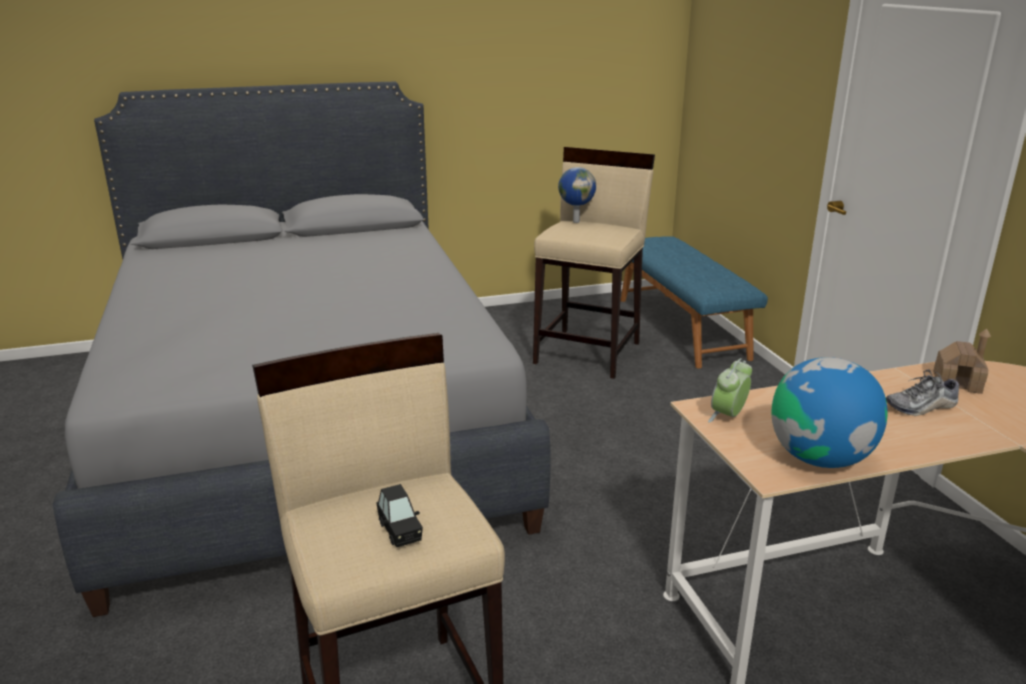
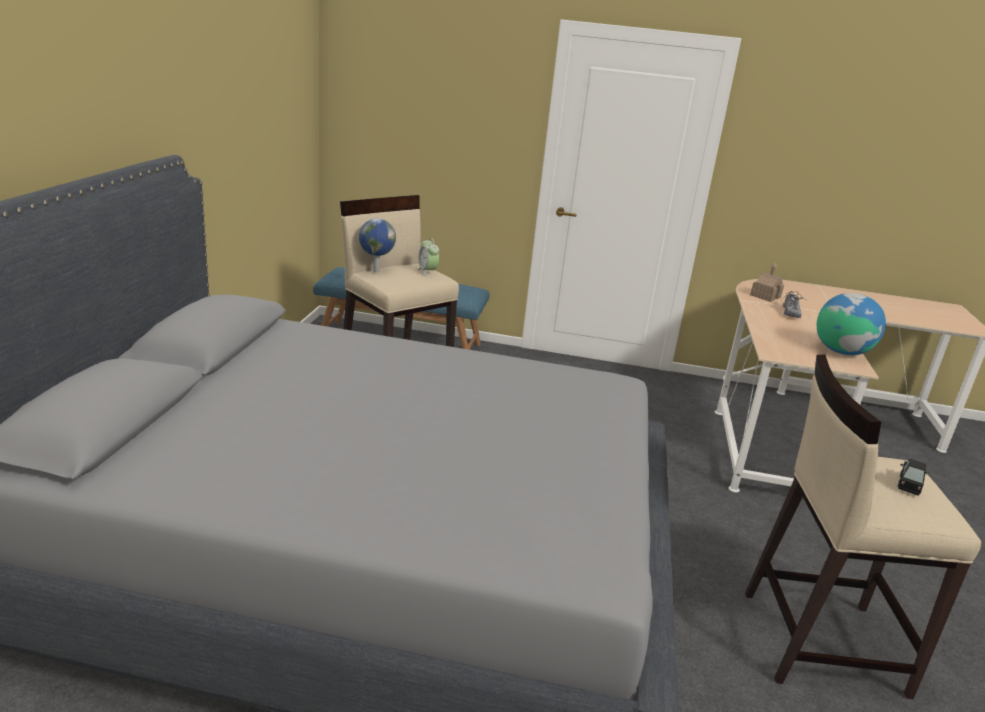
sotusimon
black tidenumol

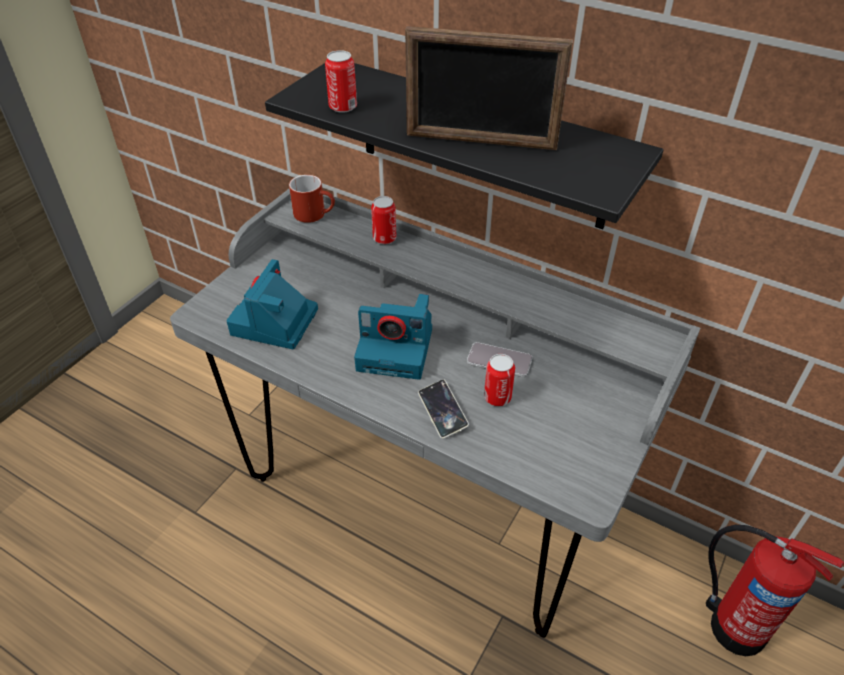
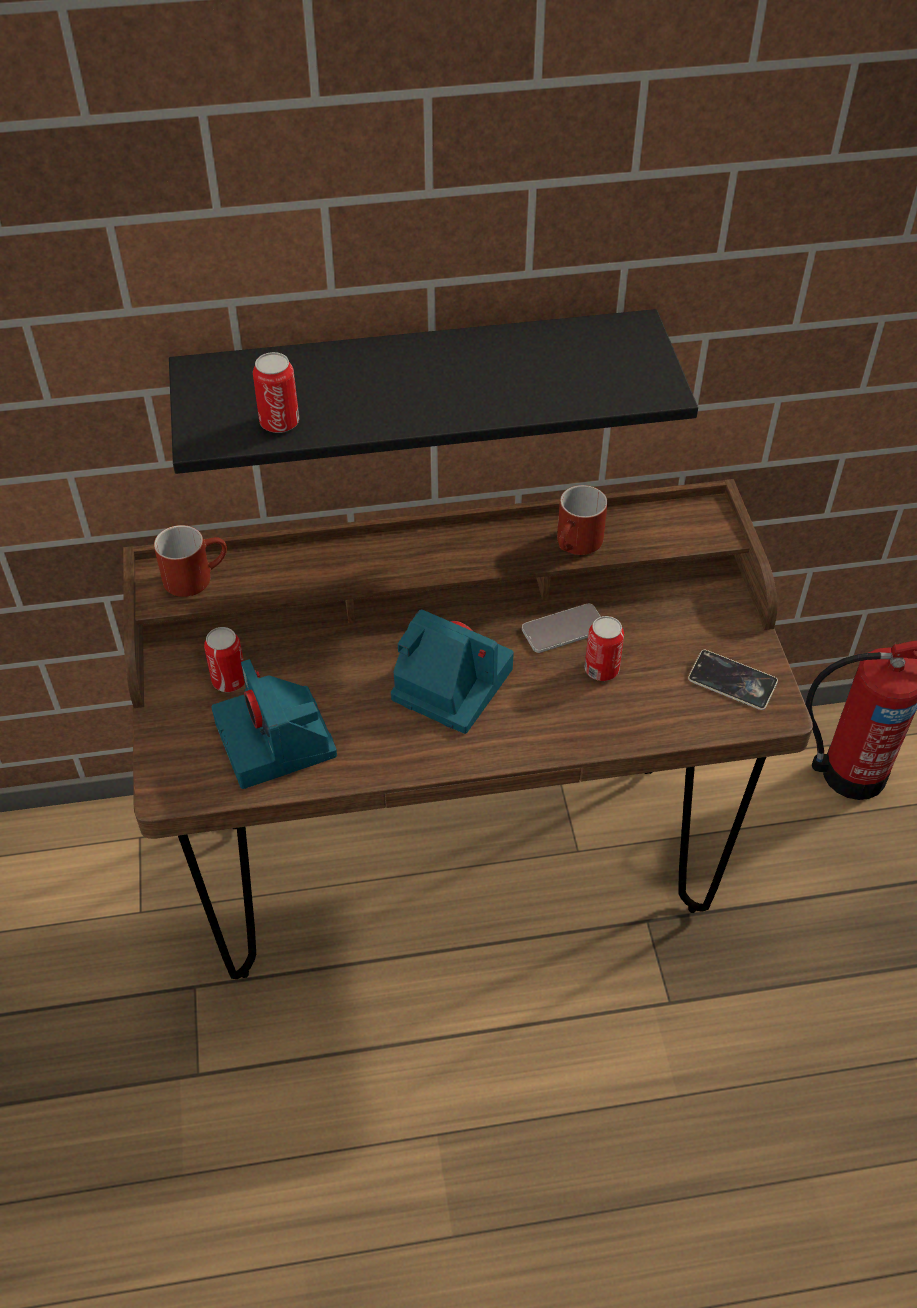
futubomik
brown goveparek
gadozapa (1st from left)
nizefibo (2nd from left)
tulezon (2nd from left)
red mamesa (2nd from left)

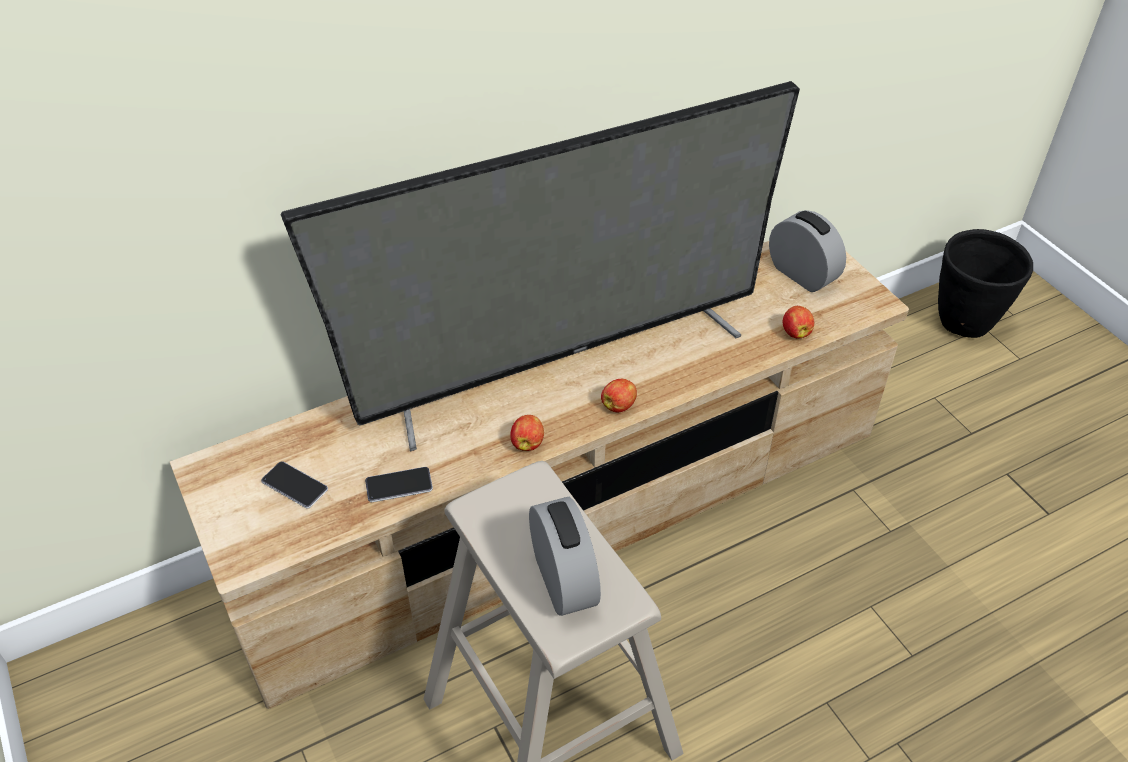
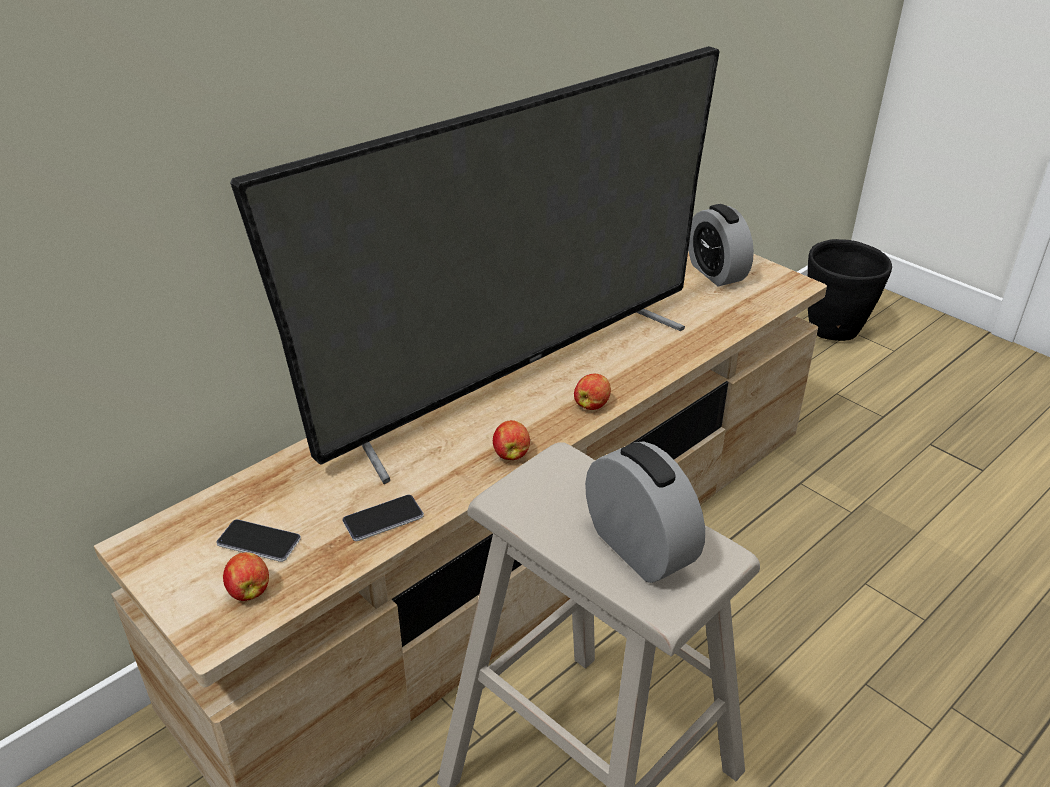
sotusimon (2nd from left)
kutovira (1st from left)

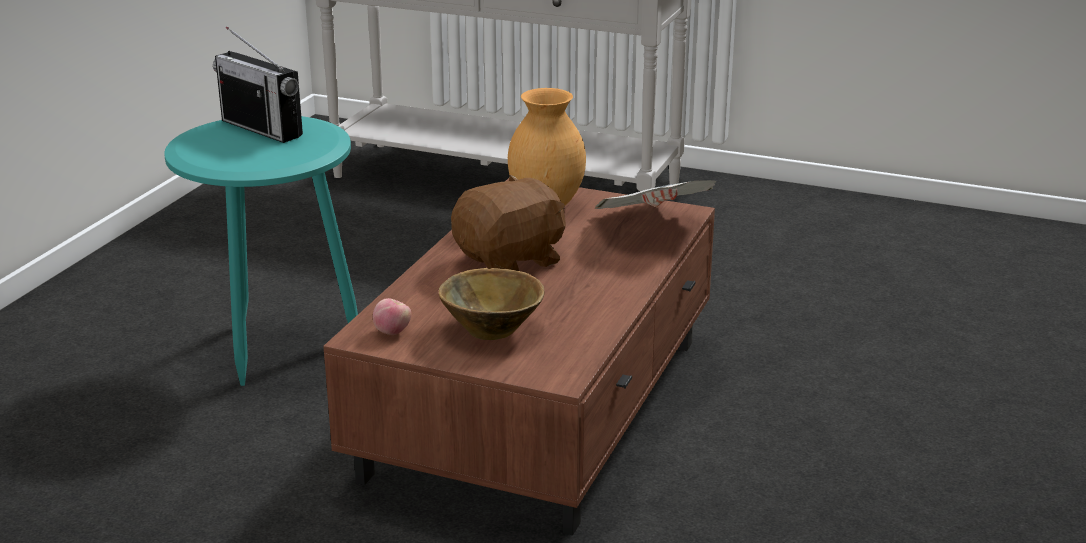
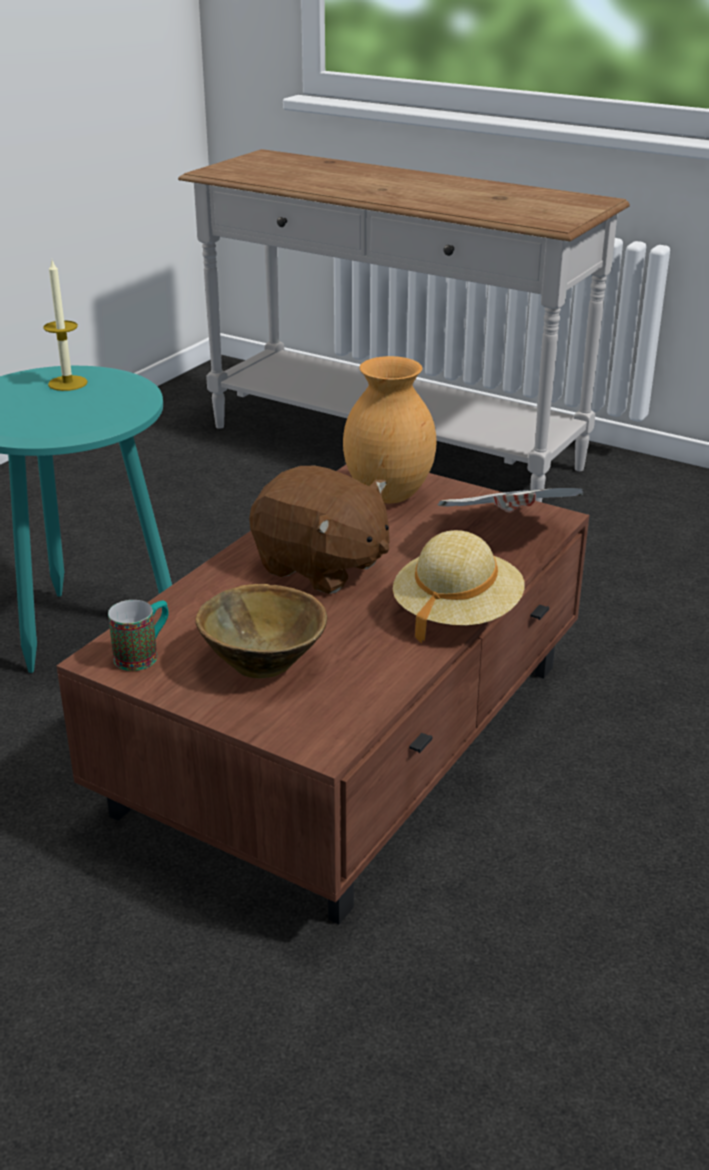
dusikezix
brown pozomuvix
mamesa
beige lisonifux

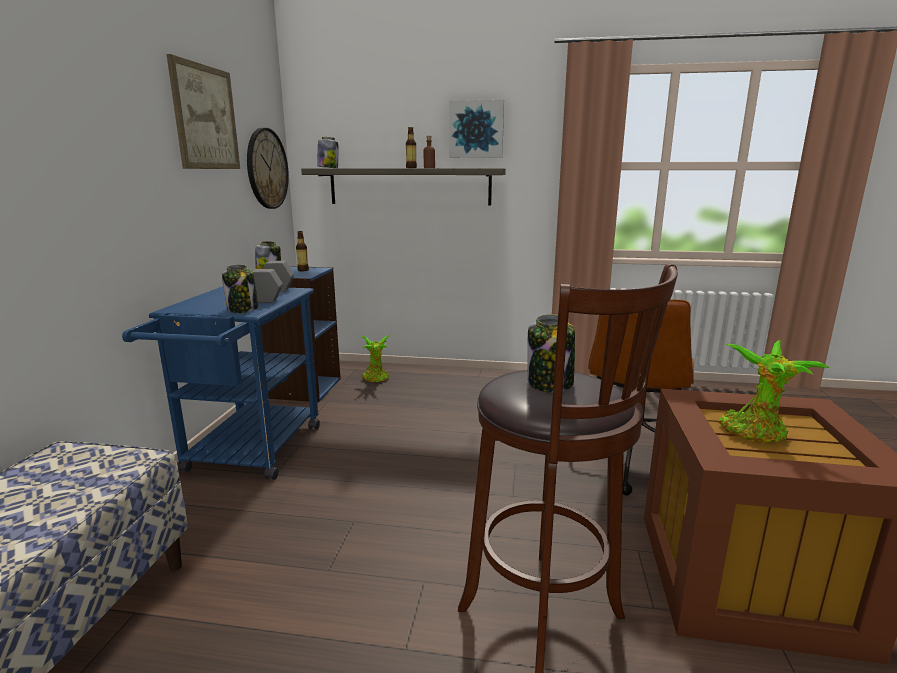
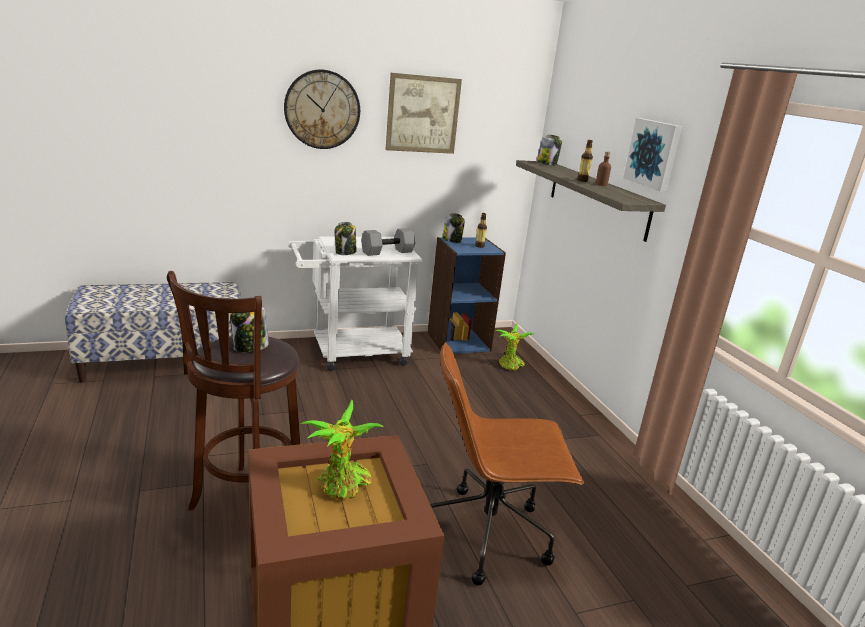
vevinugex
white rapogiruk

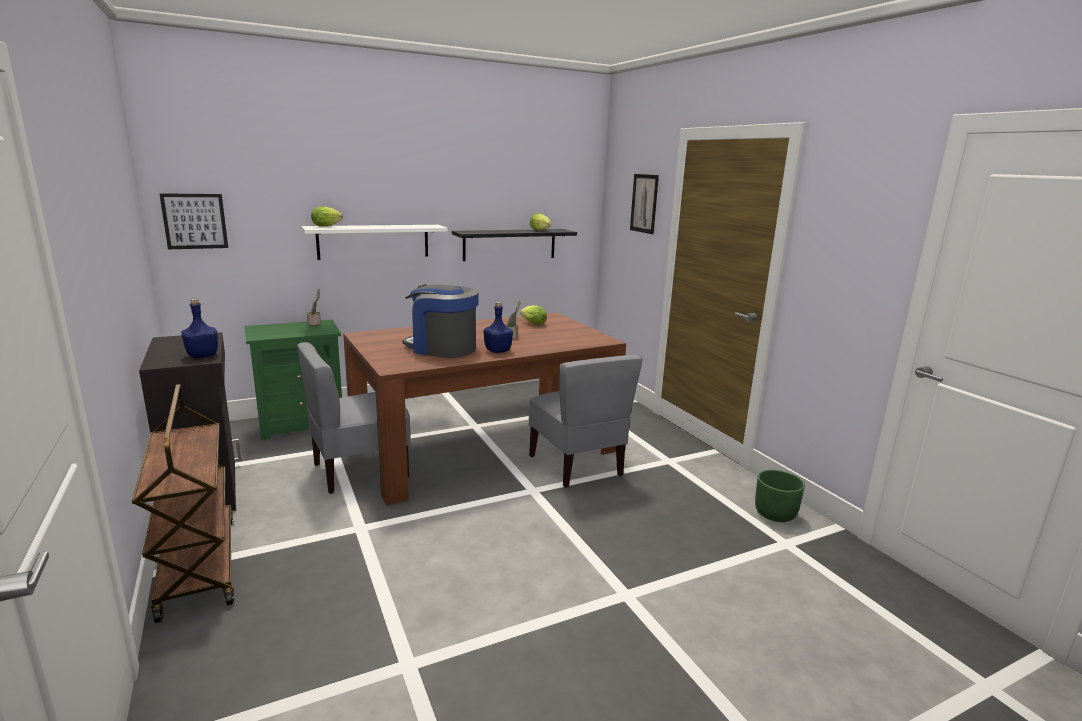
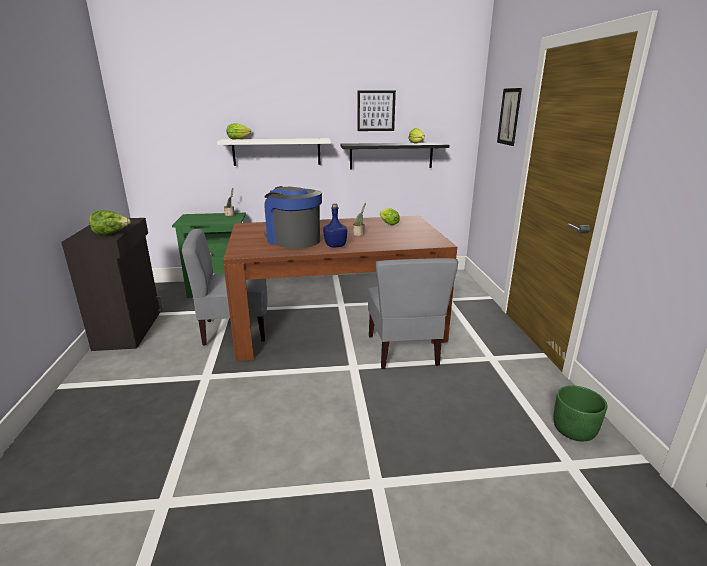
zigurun (1st from left)
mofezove (1st from left)
brown rapogiruk

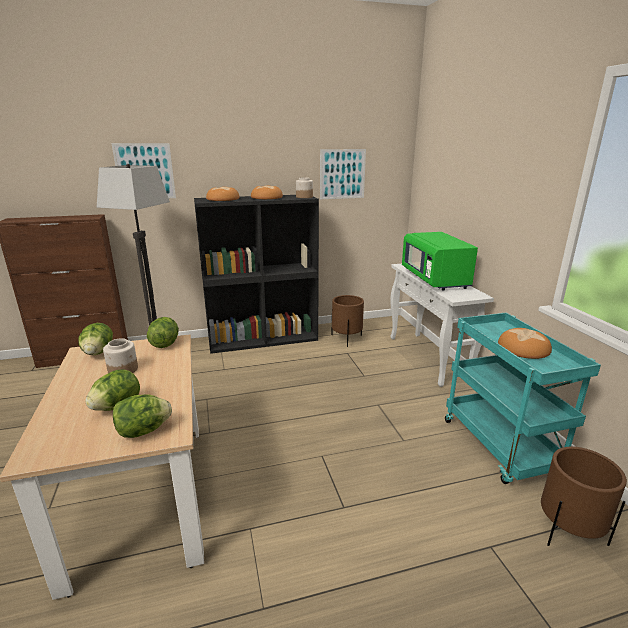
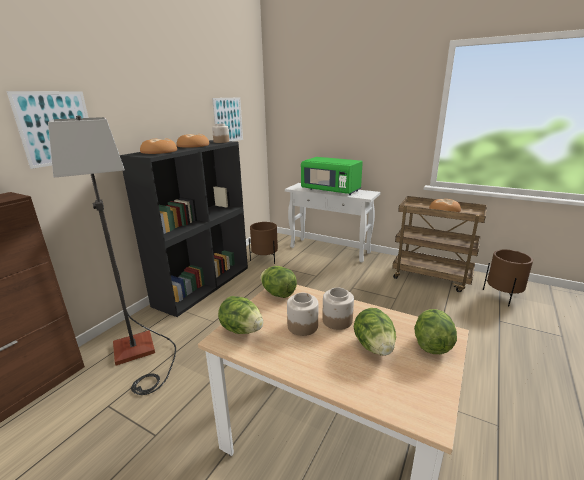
brown rapogiruk
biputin (3rd from left)

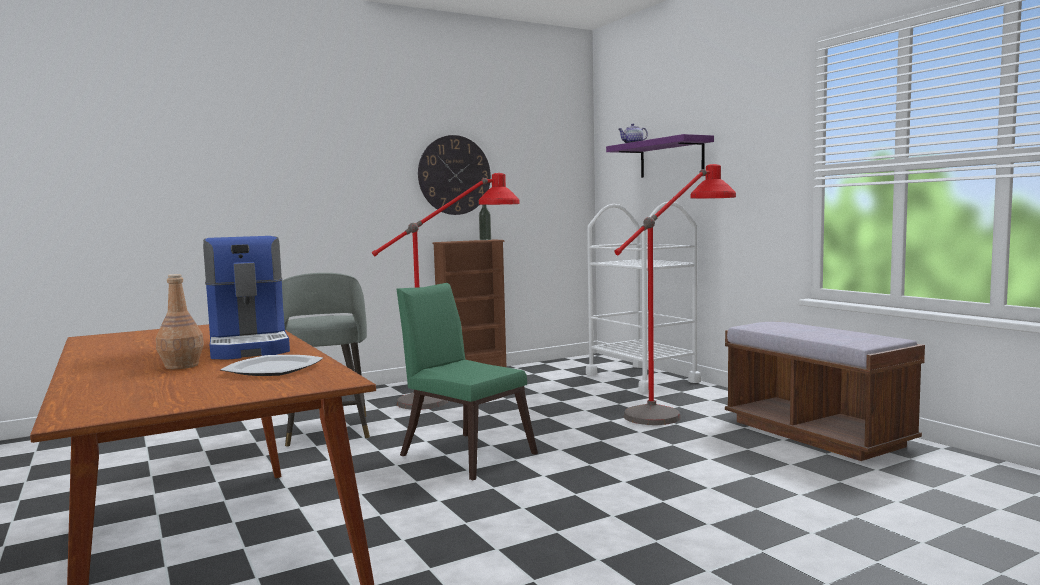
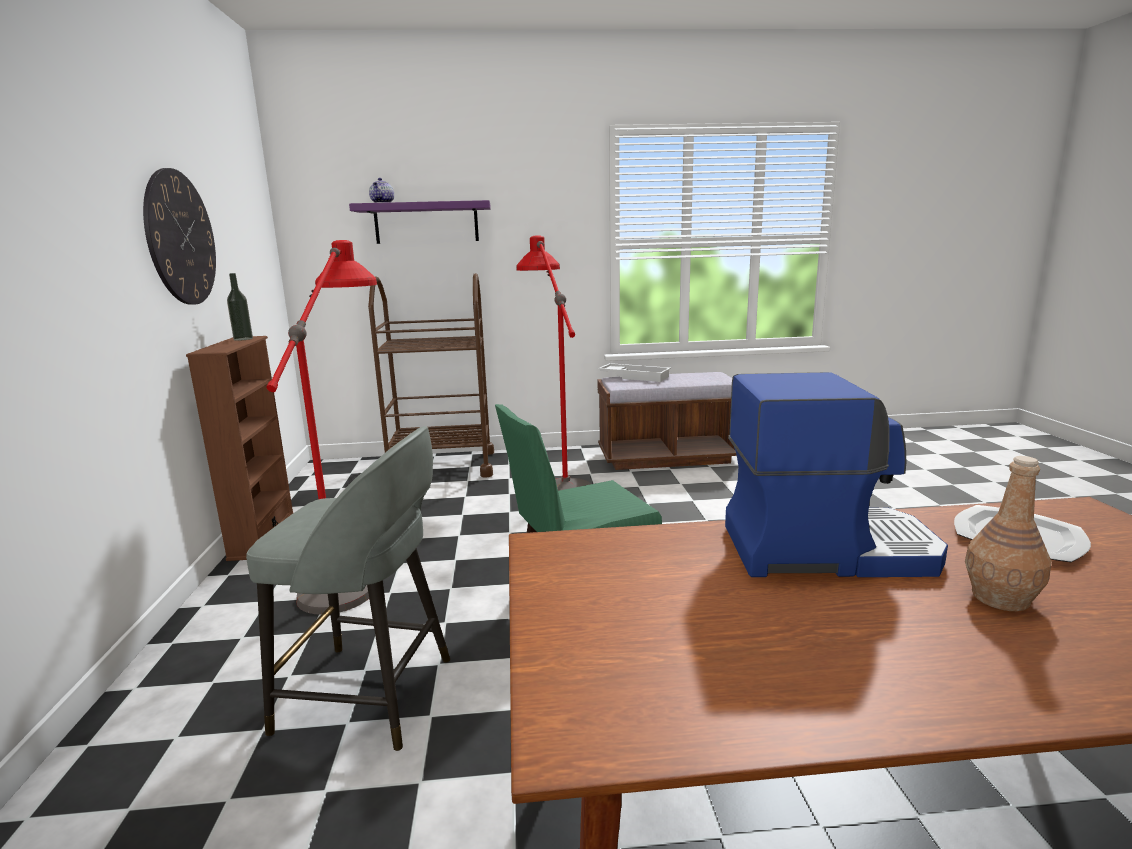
brown rapogiruk
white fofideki

